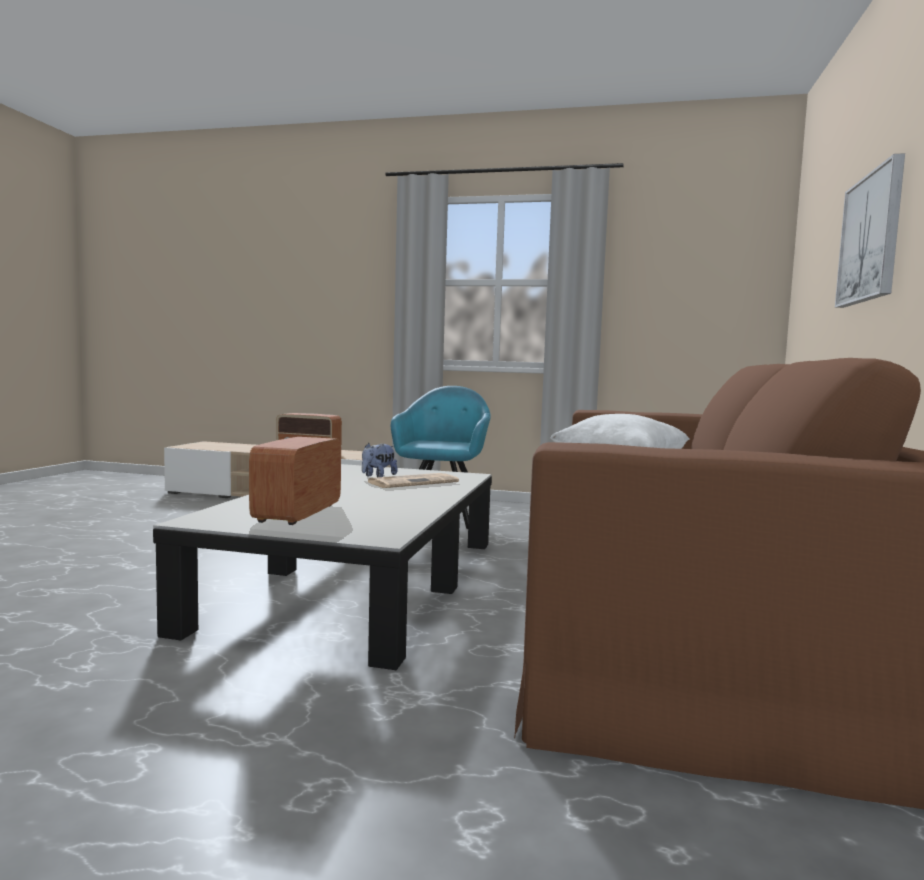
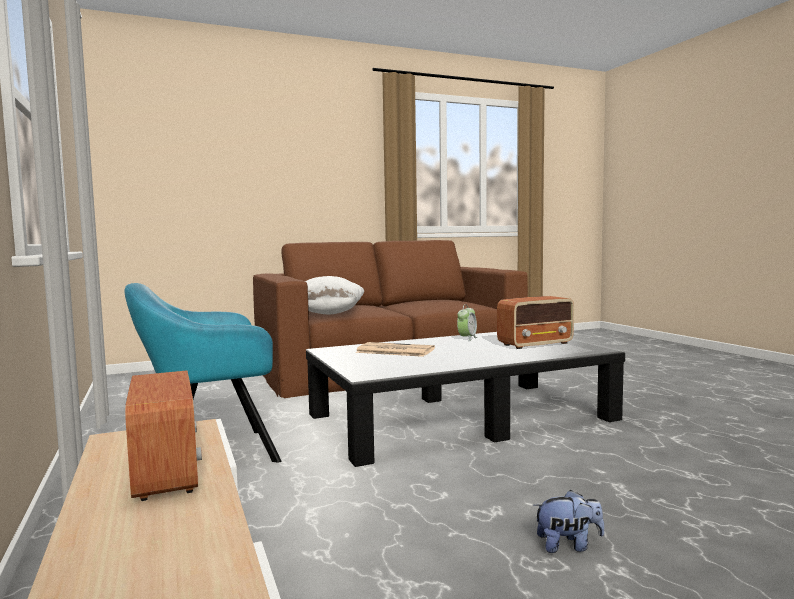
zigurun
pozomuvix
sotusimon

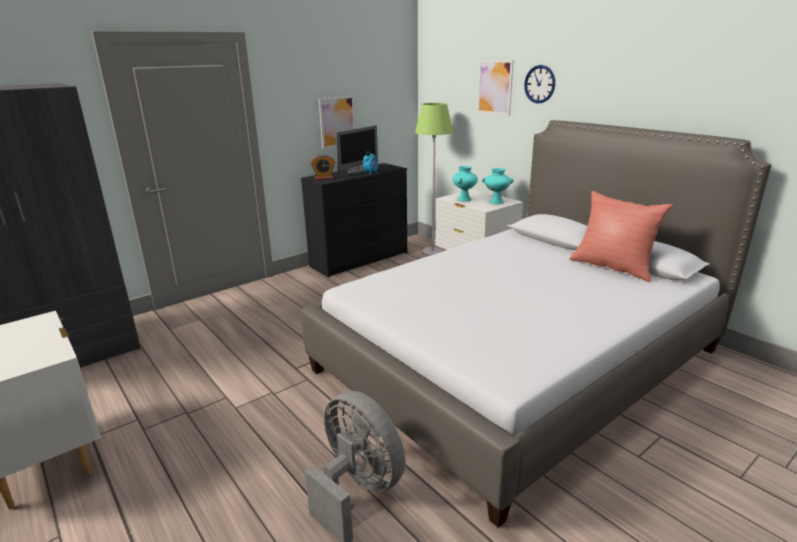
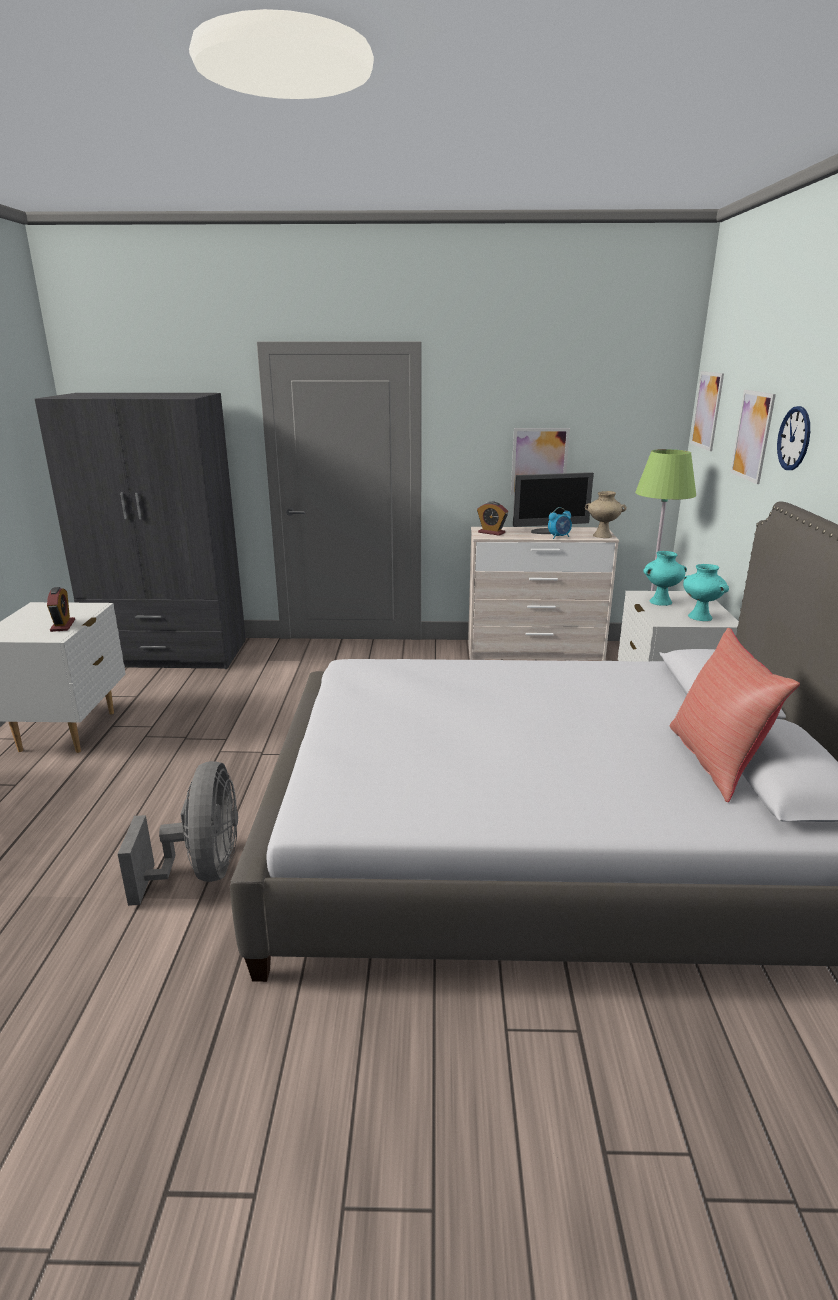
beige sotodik
zigurun (2nd from left)
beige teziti
sotusimon (1st from left)

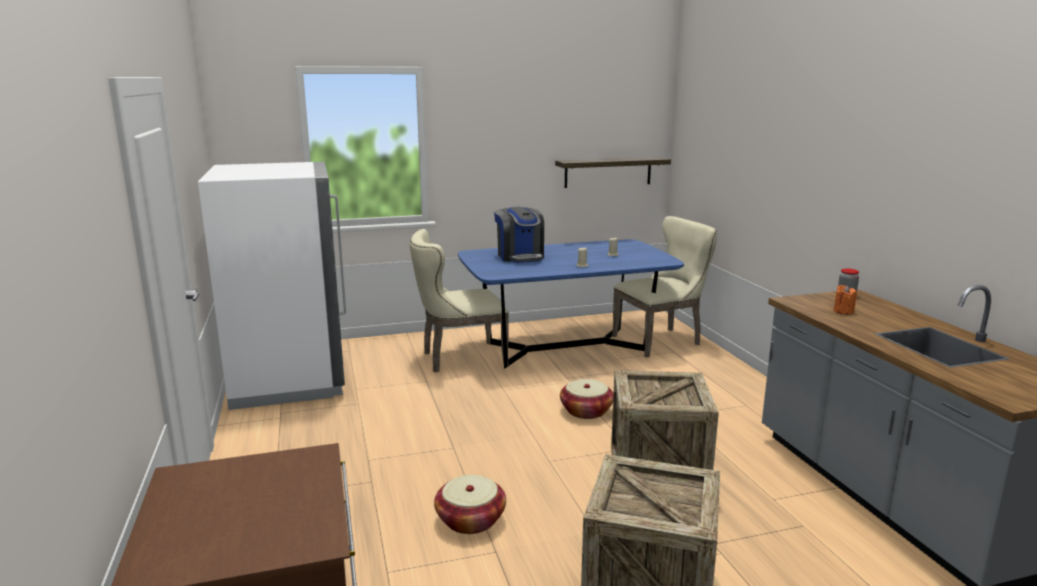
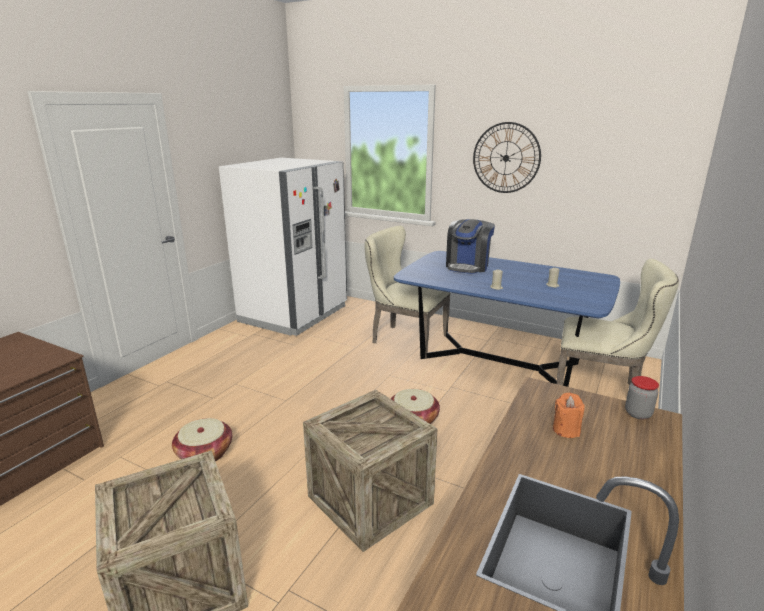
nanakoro
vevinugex

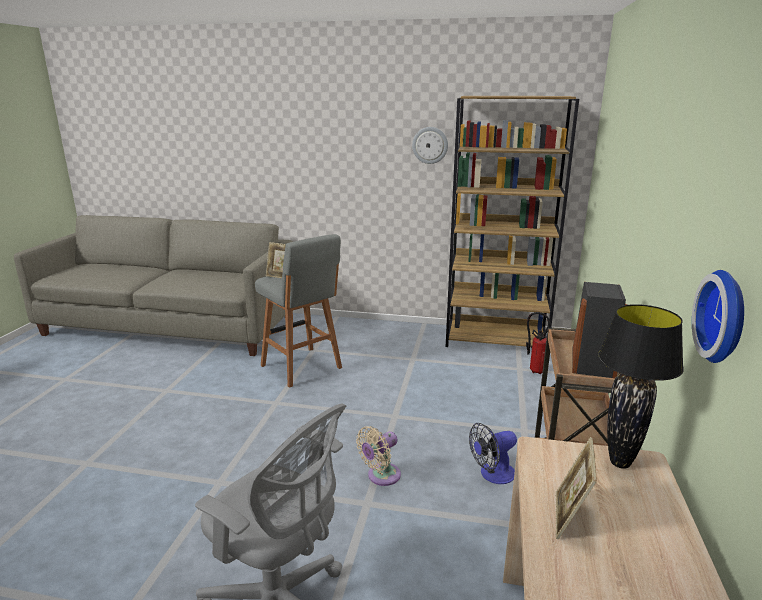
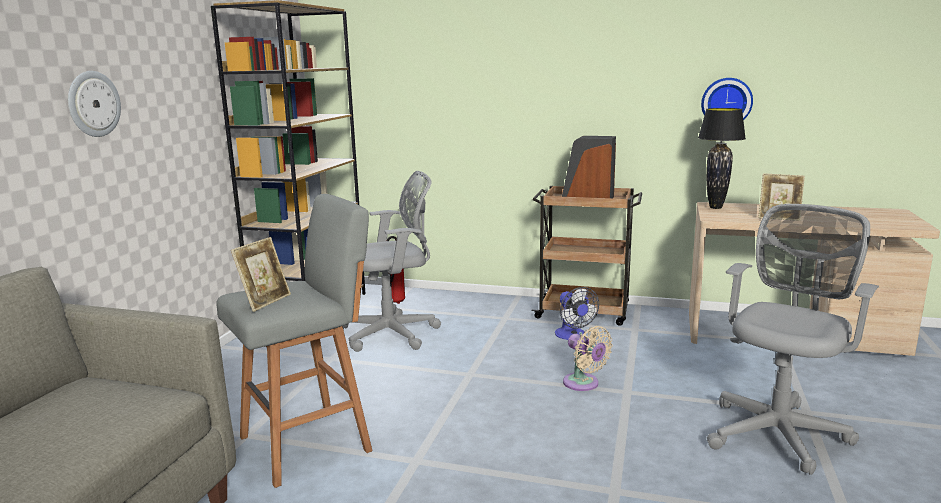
vevinugex (1st from left)
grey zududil (1st from left)

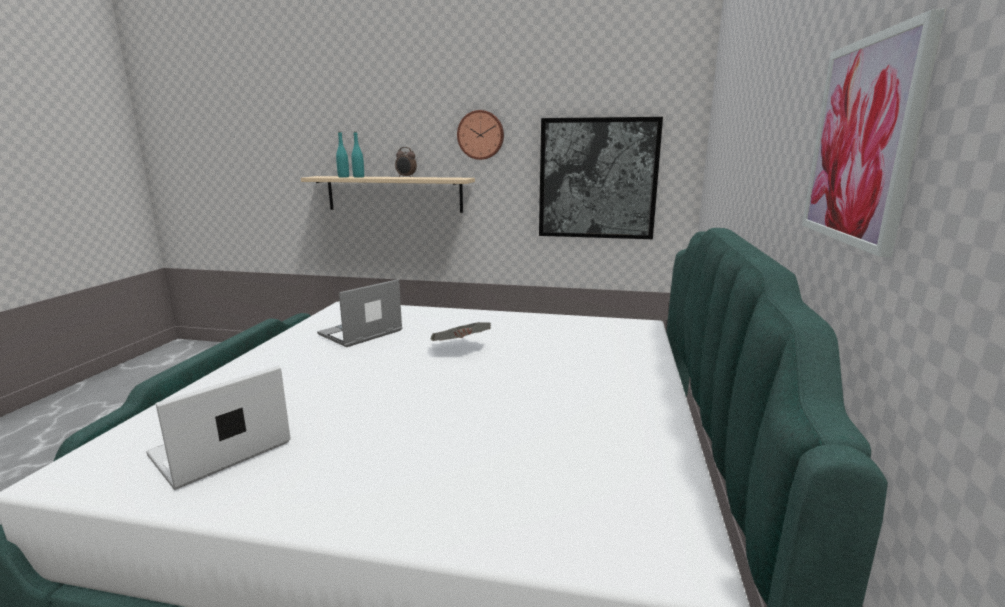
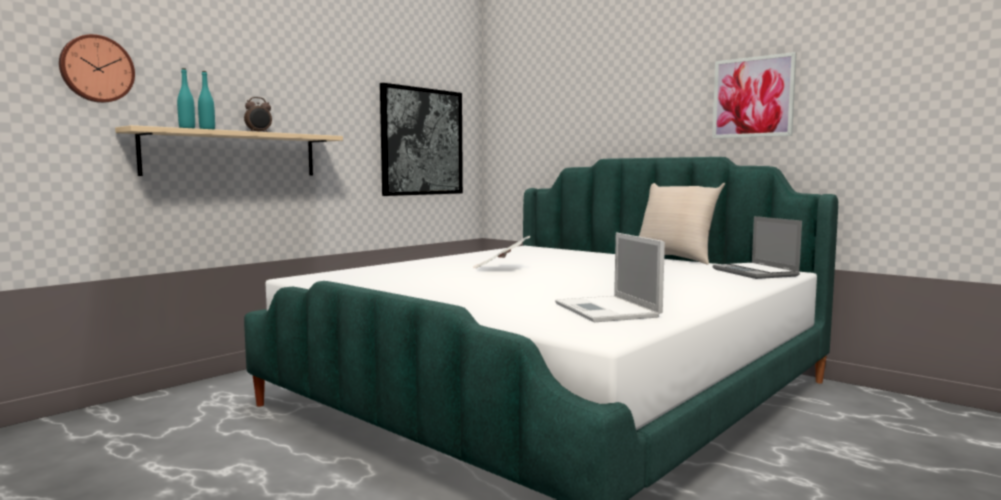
vevinugex
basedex (2nd from left)
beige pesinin

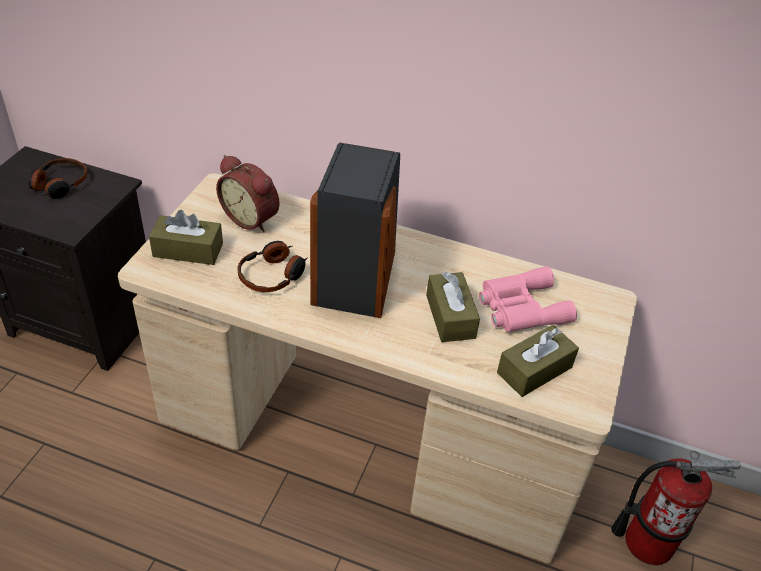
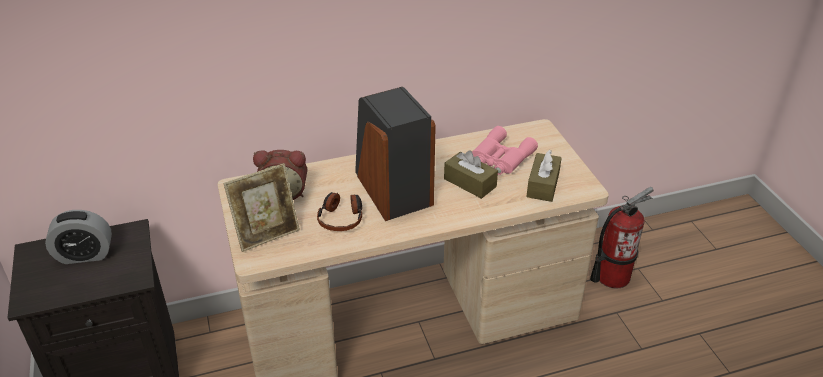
sotusimon (1st from left)
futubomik

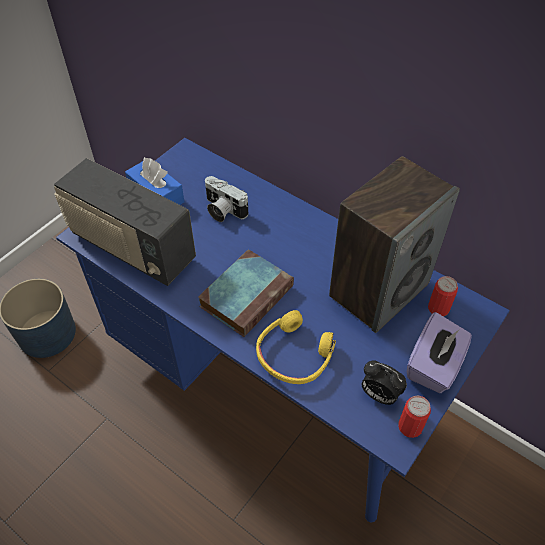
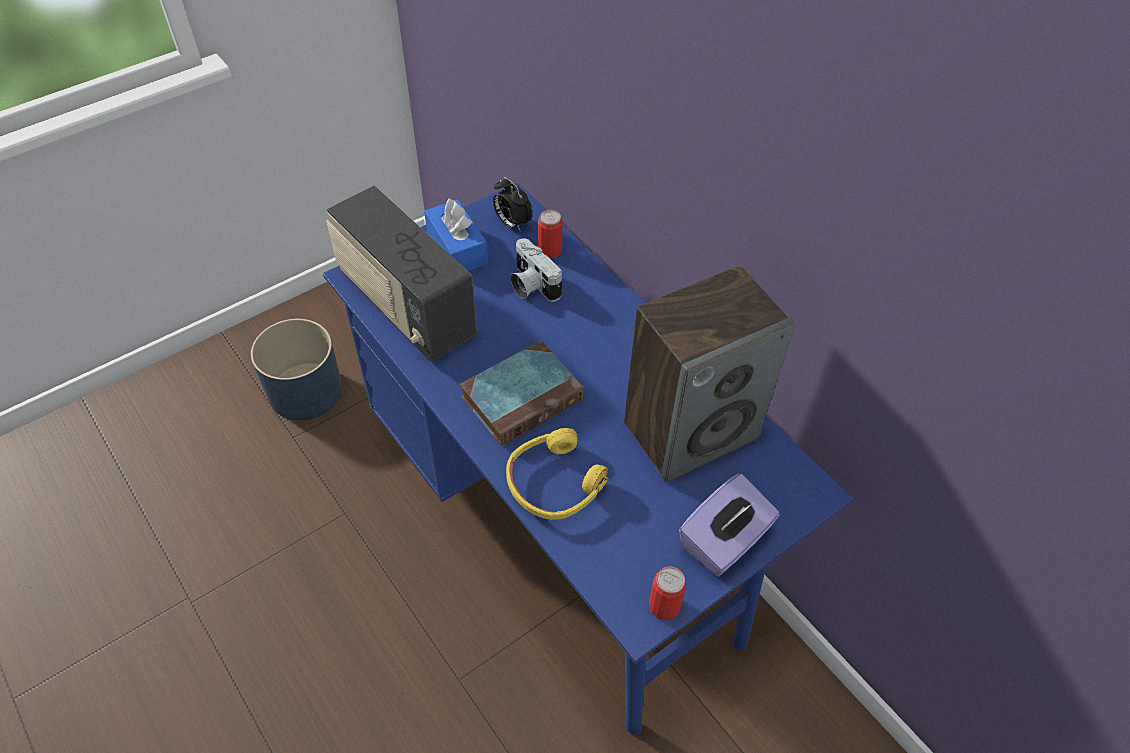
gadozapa (1st from left)
sotusimon

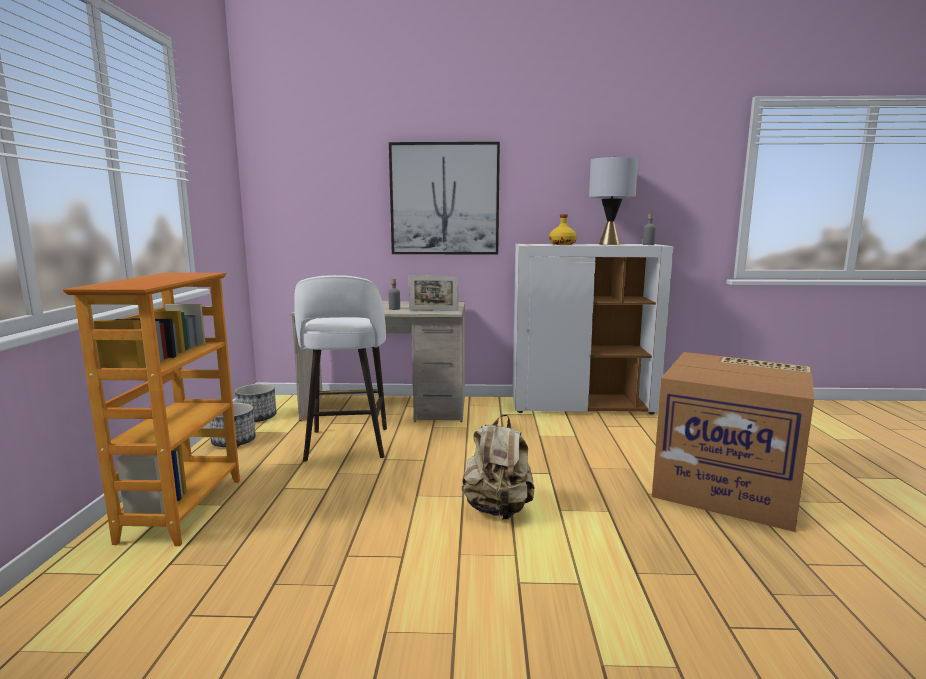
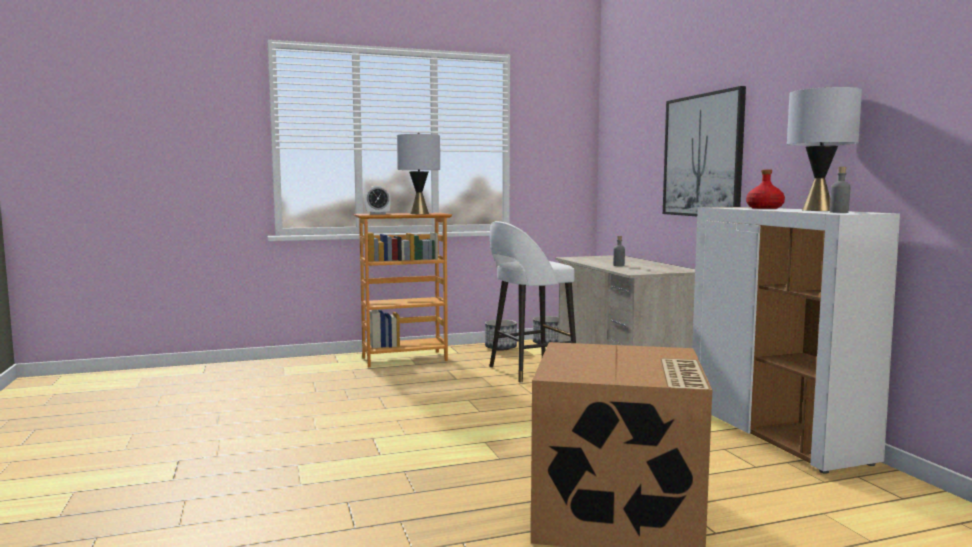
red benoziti
futubomik
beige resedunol
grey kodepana (1st from left)
sotusimon

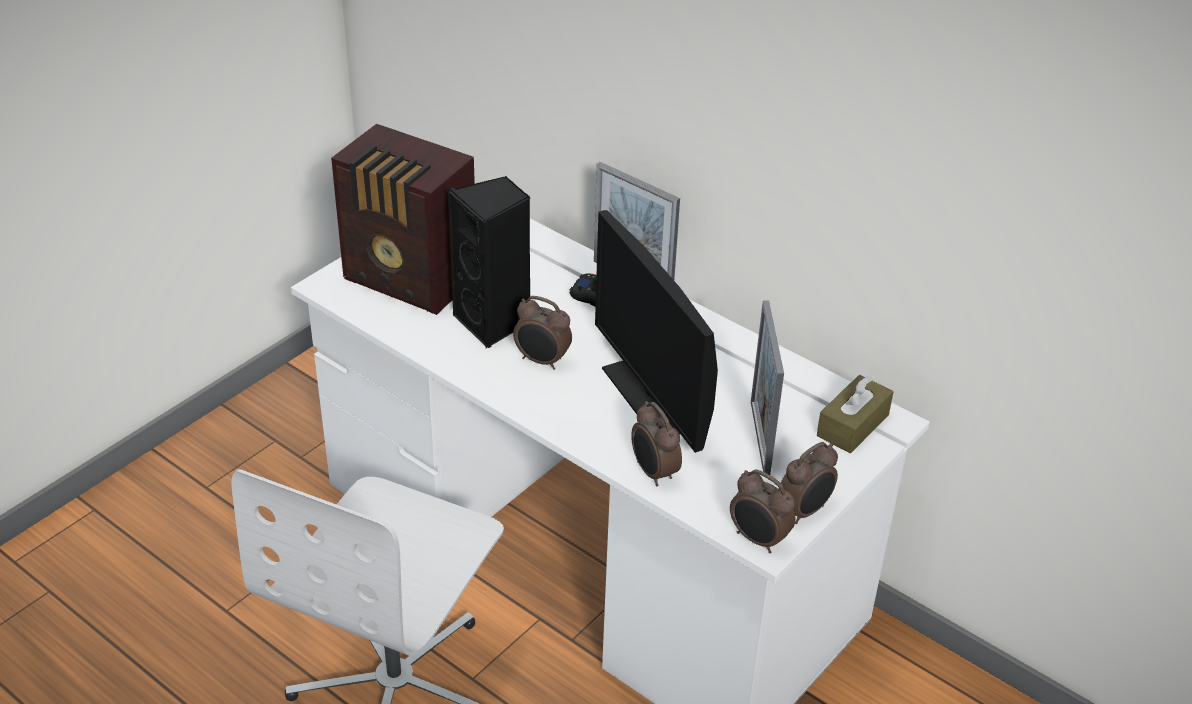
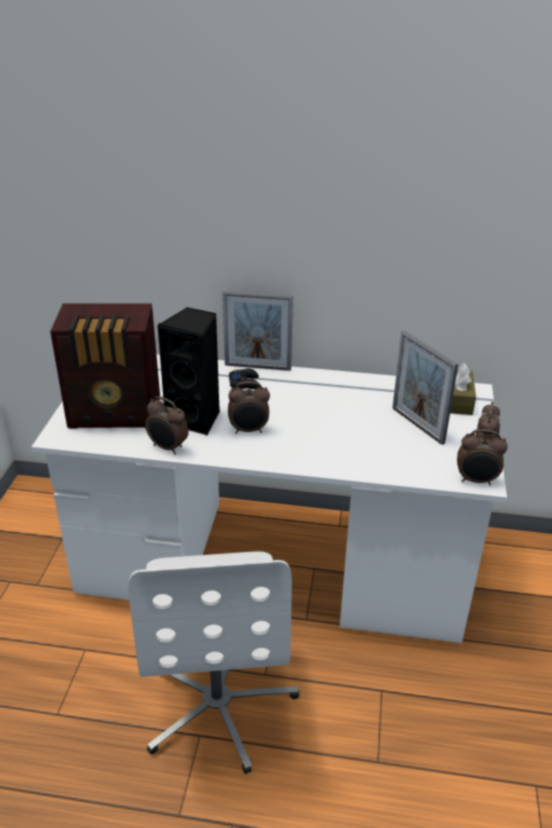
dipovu
sotusimon (1st from left)

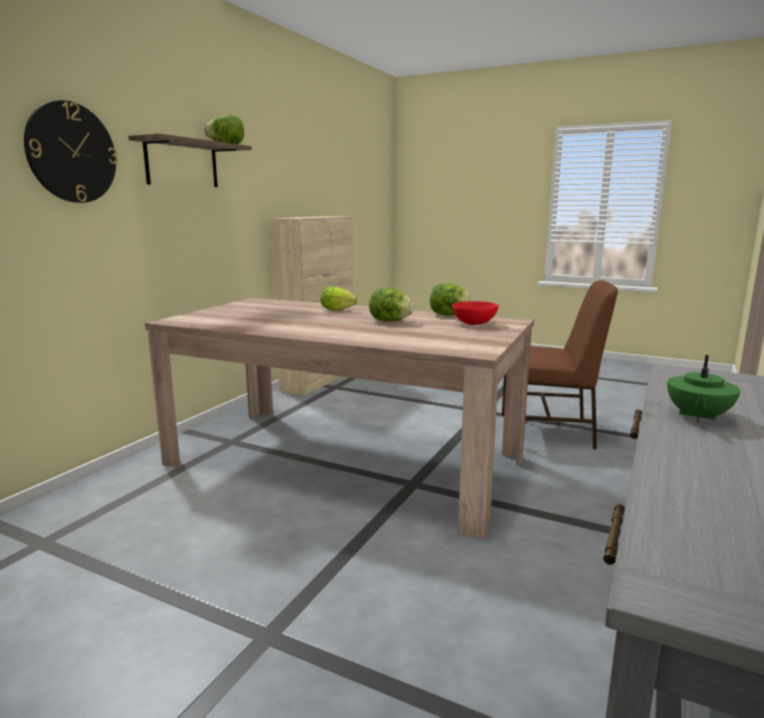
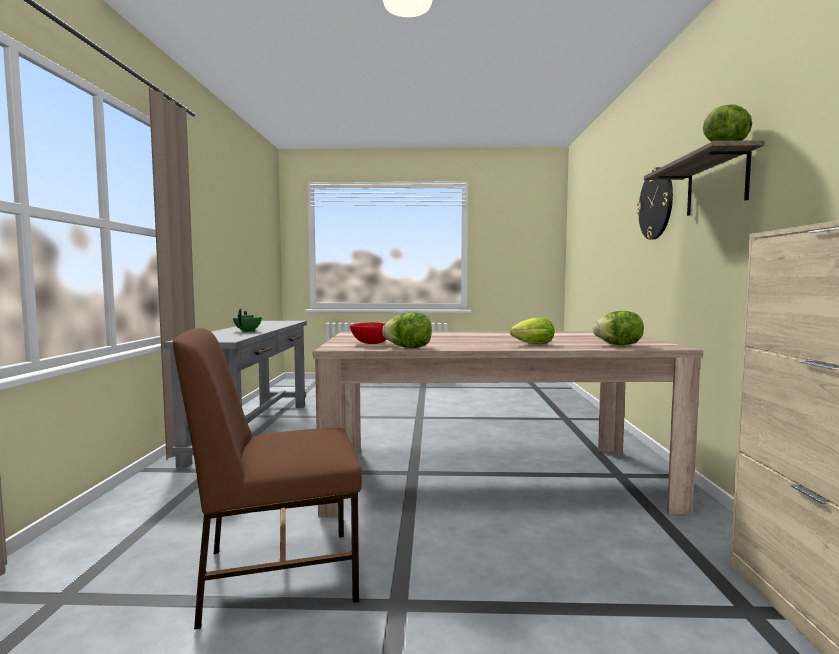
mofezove (3rd from left)

